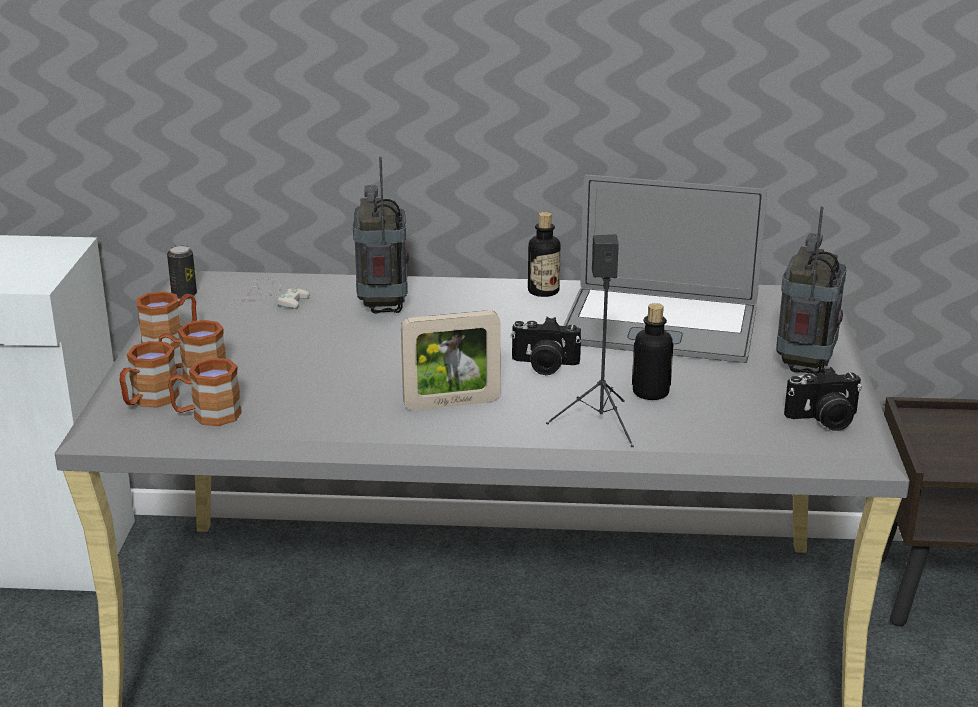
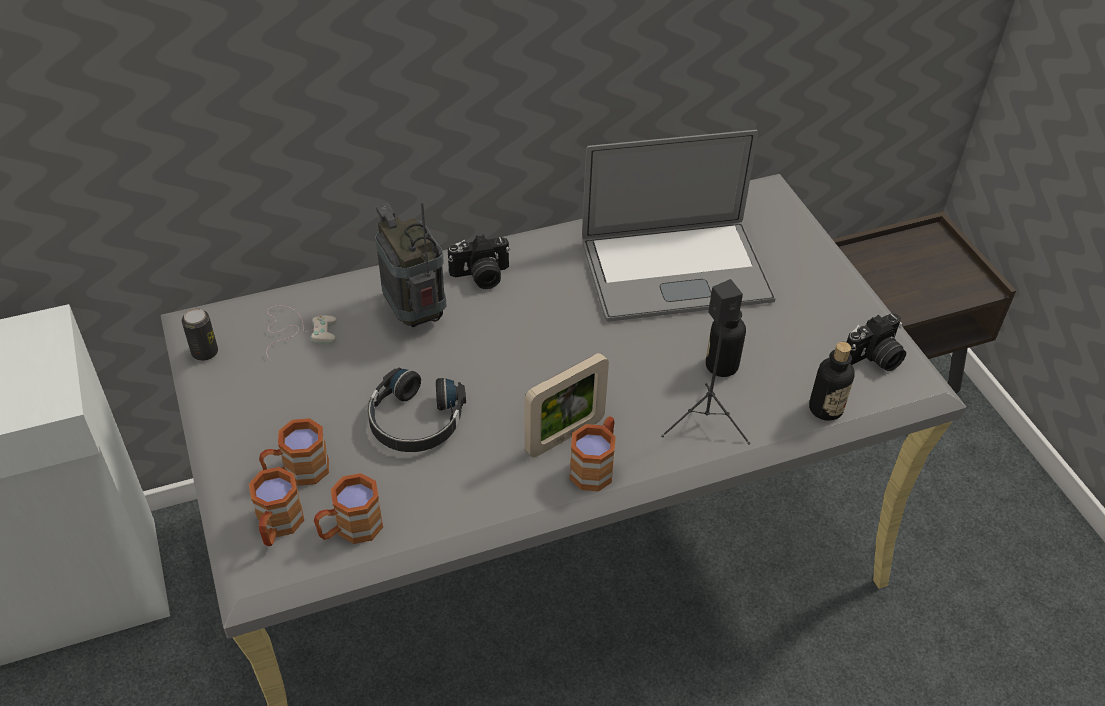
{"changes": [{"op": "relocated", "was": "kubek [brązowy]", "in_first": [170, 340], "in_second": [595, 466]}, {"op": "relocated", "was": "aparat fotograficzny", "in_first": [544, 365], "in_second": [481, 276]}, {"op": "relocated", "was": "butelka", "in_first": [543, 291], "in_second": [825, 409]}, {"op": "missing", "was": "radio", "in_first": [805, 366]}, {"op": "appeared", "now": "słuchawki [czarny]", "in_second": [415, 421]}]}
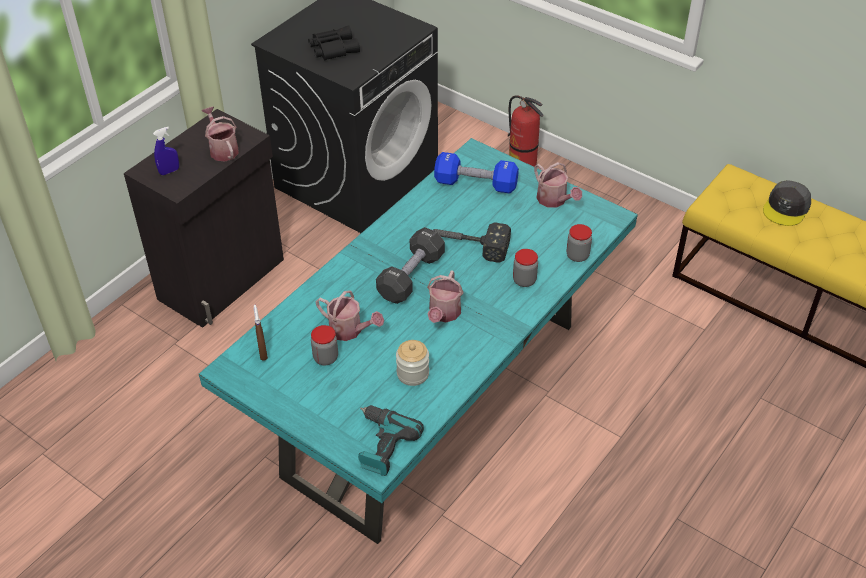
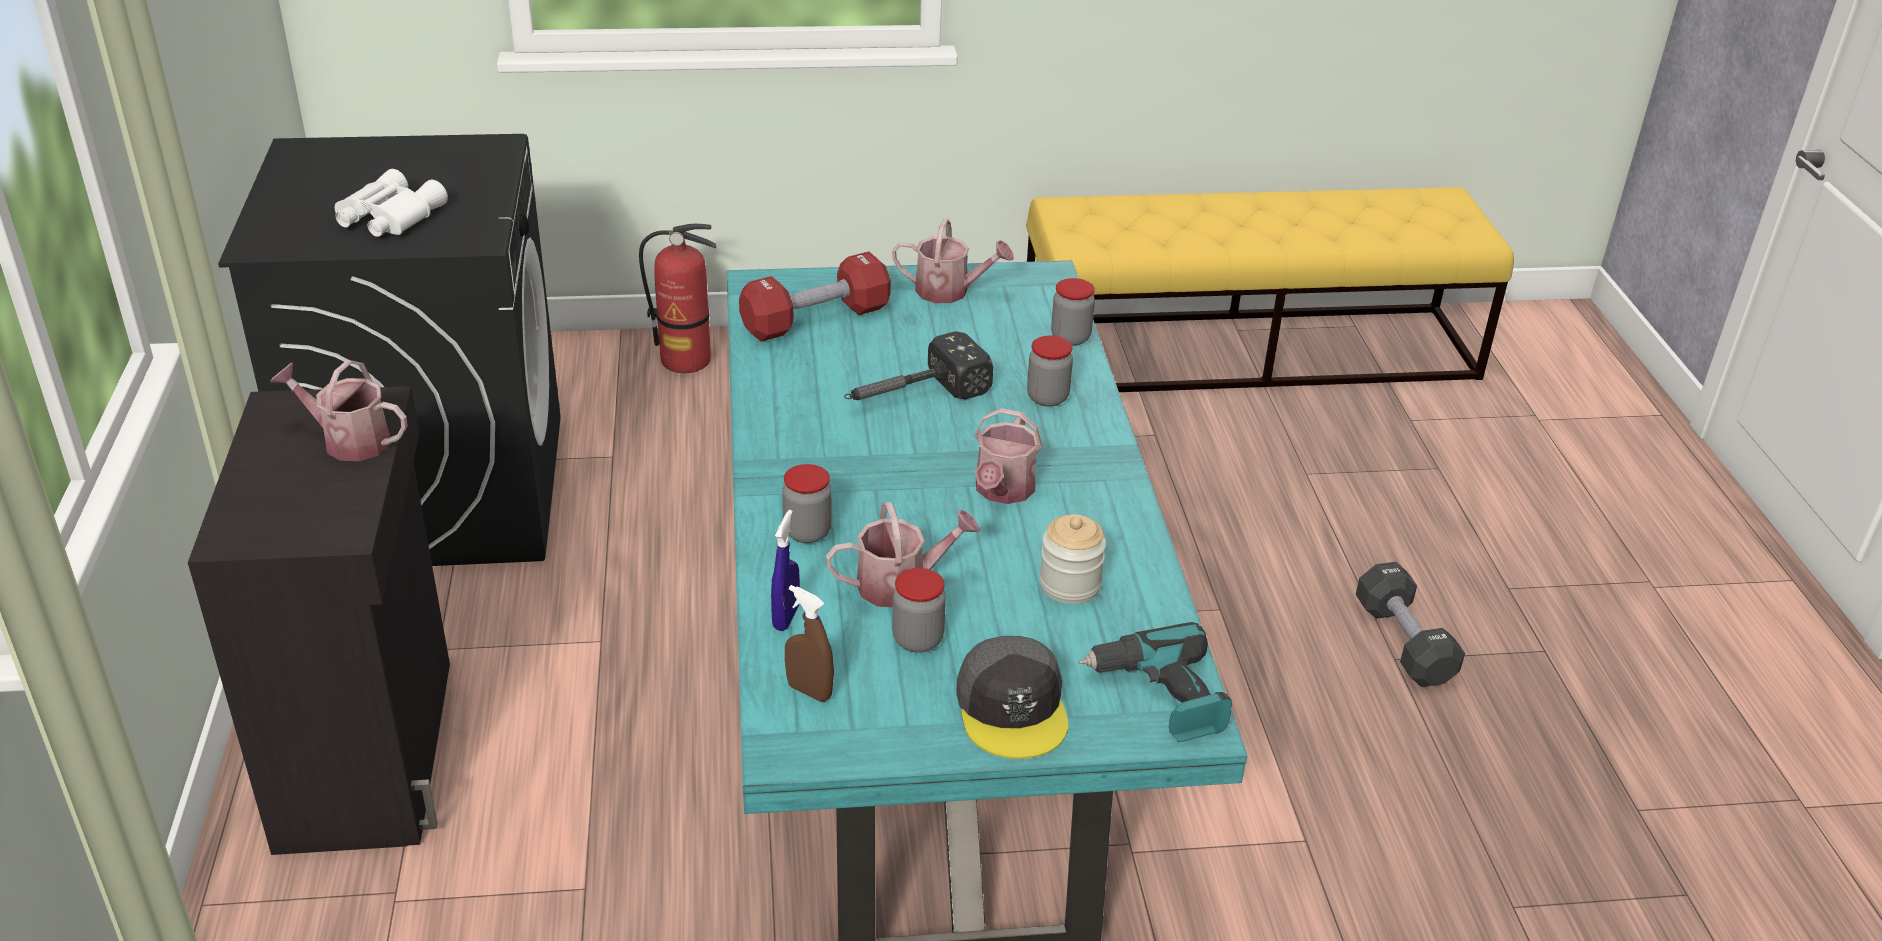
{"changes": [{"op": "relocated", "was": "spryskiwacz [niebieski]", "in_first": [169, 171], "in_second": [786, 617]}, {"op": "colour", "was": "lornetka [czarny]", "now": "lornetka [biały]", "in_first": [332, 48], "in_second": [387, 217]}, {"op": "relocated", "was": "hantel [czarny]", "in_first": [411, 276], "in_second": [1403, 643]}, {"op": "spun", "was": "konewka", "in_first": [443, 314], "in_second": [1002, 491], "clockwise": 45}, {"op": "colour", "was": "hantel [niebieski]", "now": "hantel [czerwony]", "in_first": [476, 184], "in_second": [816, 320]}, {"op": "relocated", "was": "czapka z daszkiem [szary]", "in_first": [786, 208], "in_second": [1012, 708]}, {"op": "appeared", "now": "słoik", "in_second": [807, 532]}]}
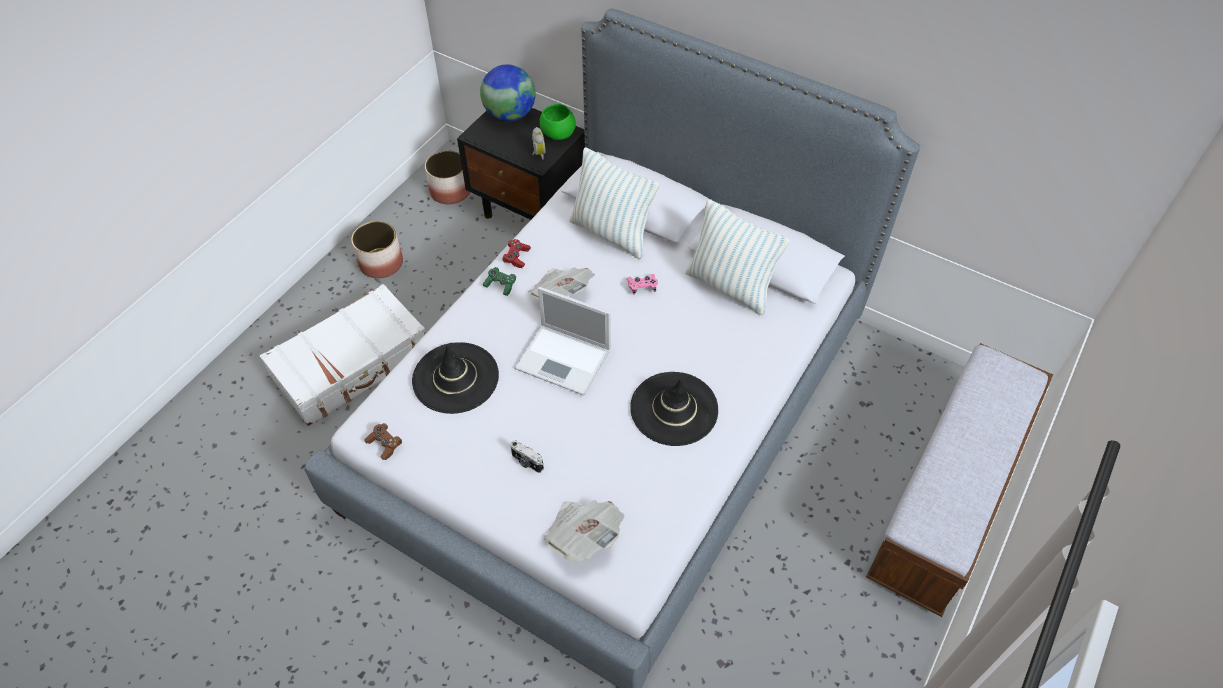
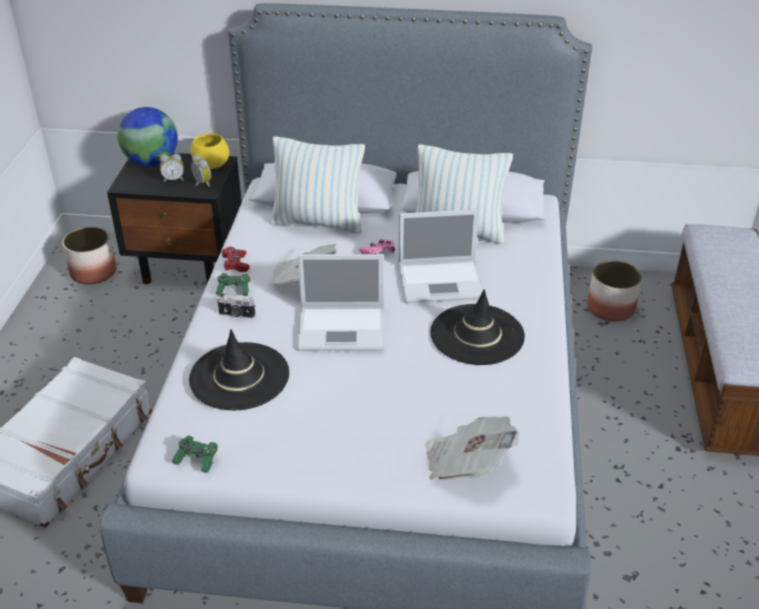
{"changes": [{"op": "relocated", "was": "donica", "in_first": [381, 263], "in_second": [611, 308]}, {"op": "colour", "was": "pad do gier [brązowy]", "now": "pad do gier [zielony]", "in_first": [385, 444], "in_second": [197, 459]}, {"op": "relocated", "was": "aparat fotograficzny", "in_first": [527, 462], "in_second": [237, 315]}, {"op": "colour", "was": "miska [zielony]", "now": "miska [żółty]", "in_first": [558, 133], "in_second": [211, 165]}, {"op": "appeared", "now": "budzik", "in_second": [173, 179]}, {"op": "appeared", "now": "laptop", "in_second": [442, 281]}]}
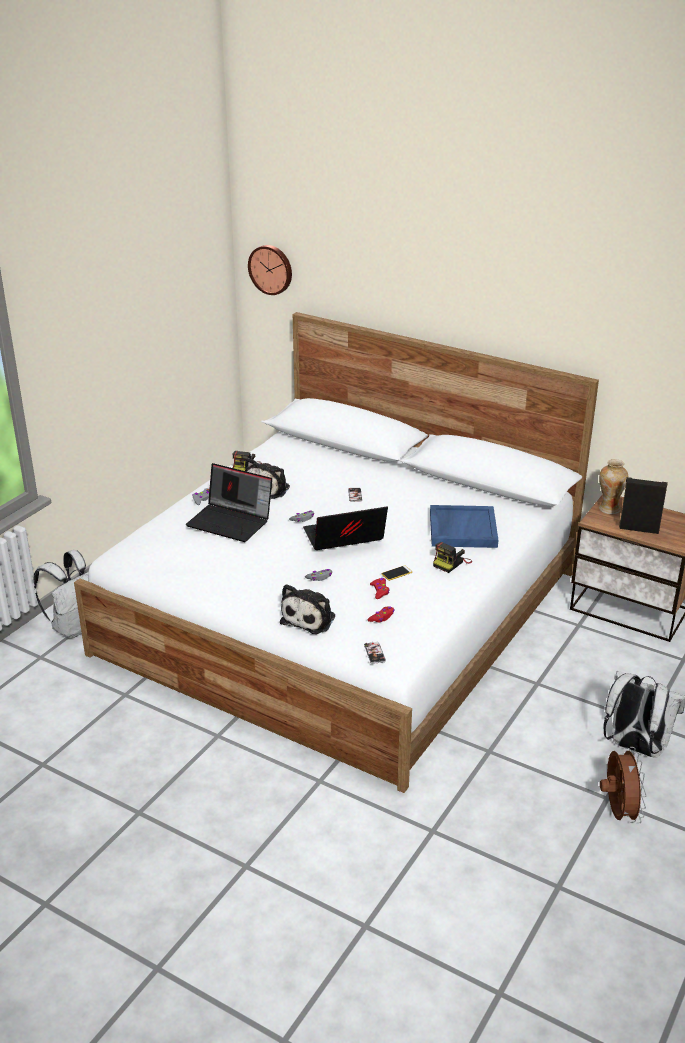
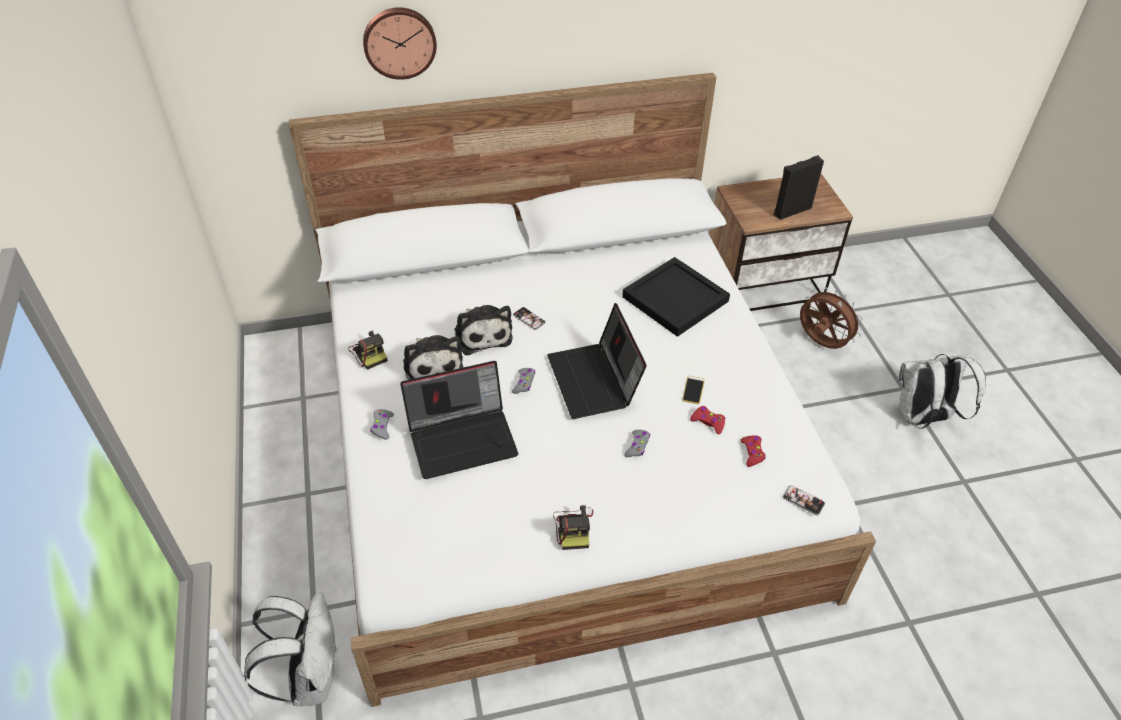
{"changes": [{"op": "relocated", "was": "zegar ścienny", "in_first": [271, 269], "in_second": [399, 42]}, {"op": "relocated", "was": "pluszak", "in_first": [310, 618], "in_second": [482, 334]}, {"op": "spun", "was": "laptop", "in_first": [343, 538], "in_second": [595, 381], "clockwise": -45}, {"op": "colour", "was": "taca [niebieski]", "now": "taca [czarny]", "in_first": [462, 529], "in_second": [674, 299]}, {"op": "relocated", "was": "aparat fotograficzny", "in_first": [451, 563], "in_second": [573, 528]}, {"op": "missing", "was": "wazon", "in_first": [609, 509]}, {"op": "relocated", "was": "wentylator [brązowy]", "in_first": [617, 812], "in_second": [820, 343]}]}
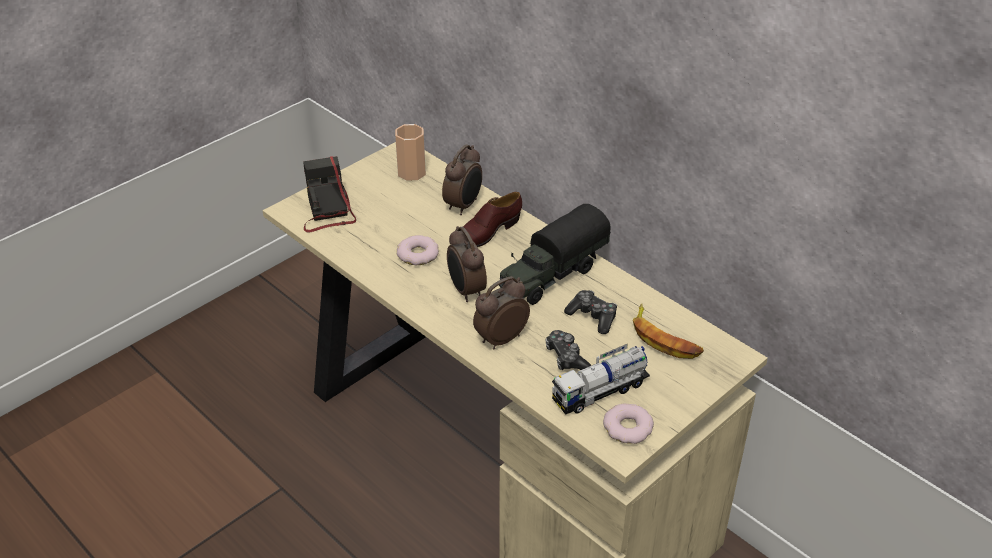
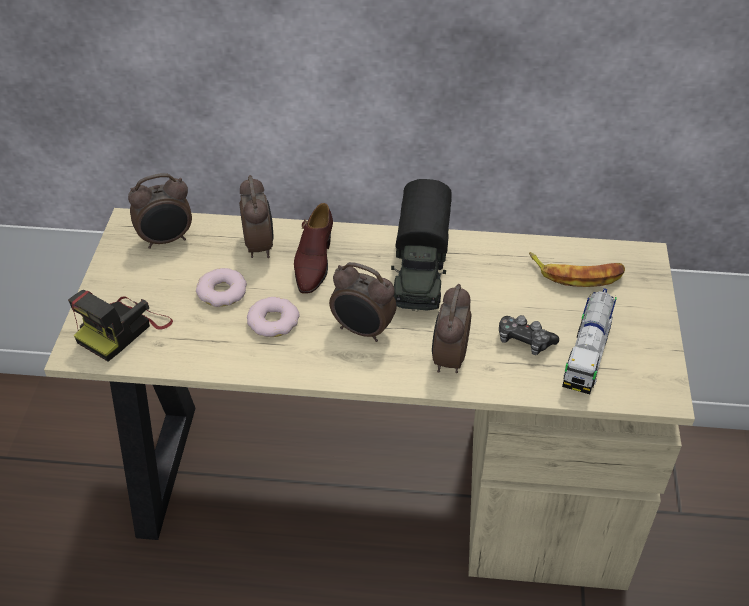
{"changes": [{"op": "spun", "was": "aparat fotograficzny", "in_first": [327, 211], "in_second": [123, 329], "clockwise": -90}, {"op": "exchanged", "was": "filiżanka", "now": "budzik", "in_first": [411, 172], "in_second": [166, 240]}, {"op": "missing", "was": "pad do gier", "in_first": [592, 317]}, {"op": "relocated", "was": "donut", "in_first": [628, 428], "in_second": [222, 292]}]}
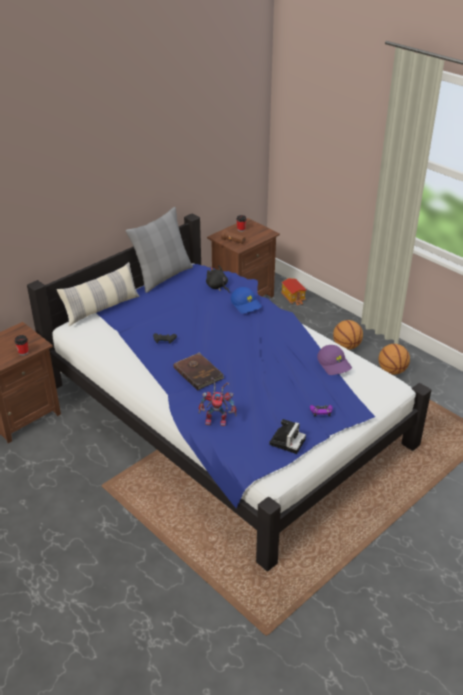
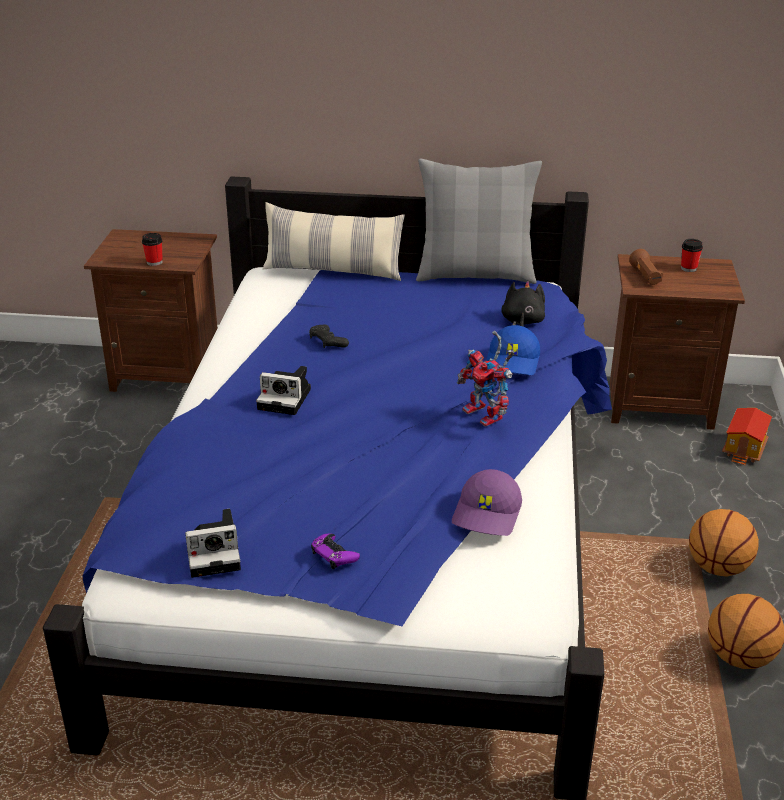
{"changes": [{"op": "exchanged", "was": "książka [brązowy]", "now": "aparat fotograficzny", "in_first": [198, 372], "in_second": [286, 399]}, {"op": "relocated", "was": "robot zabawkowy", "in_first": [218, 420], "in_second": [487, 415]}]}
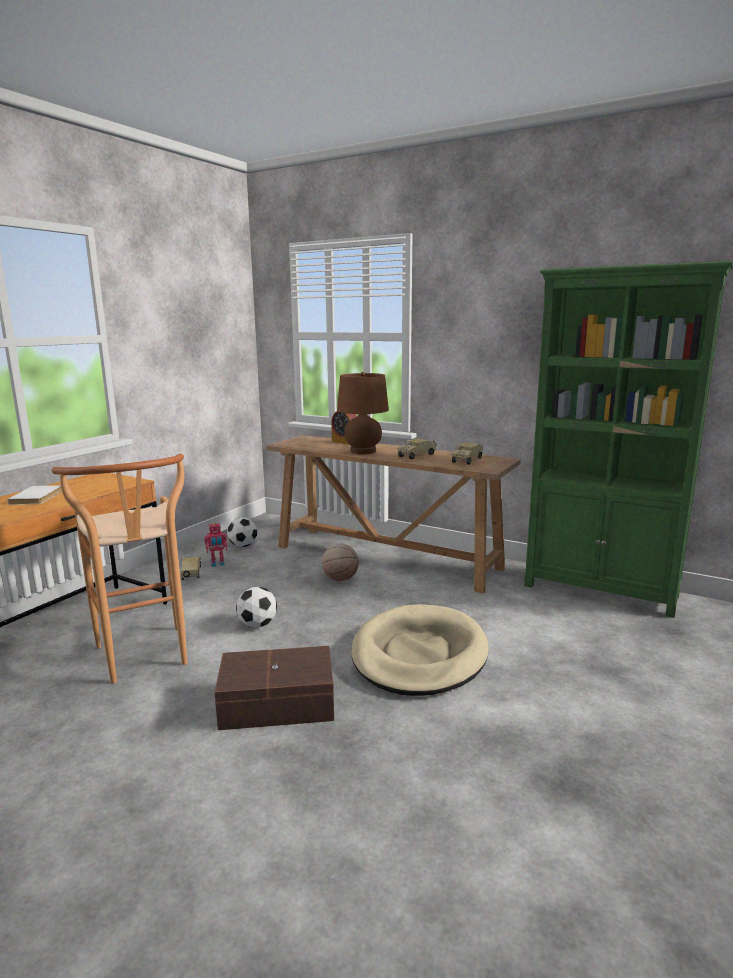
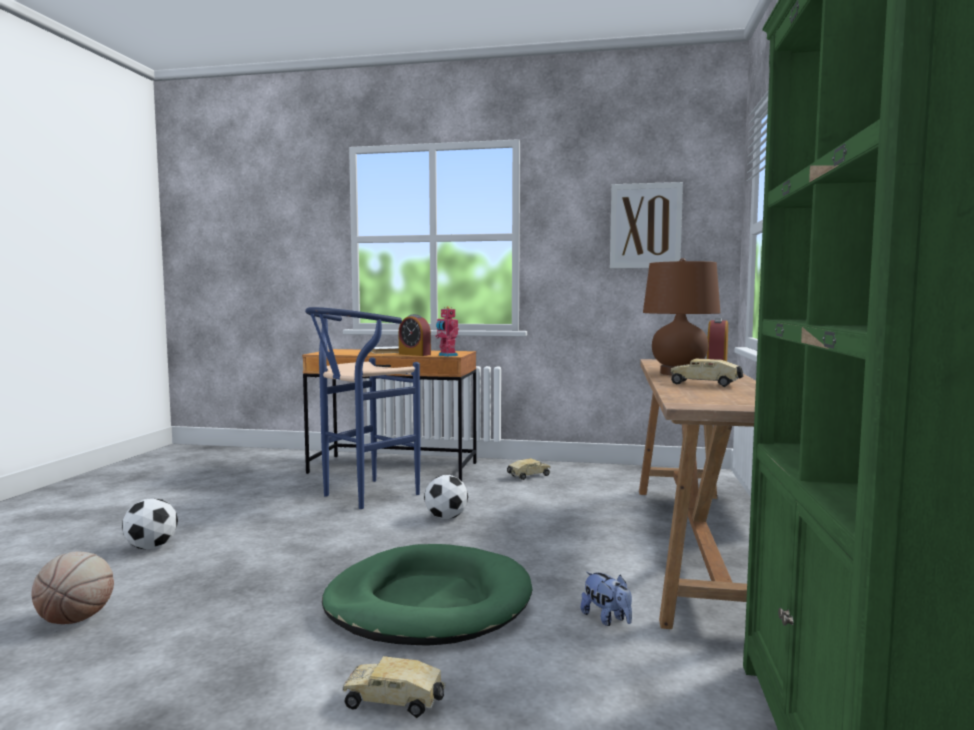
{"changes": [{"op": "colour", "was": "stołek [brązowy]", "now": "stołek [niebieski]", "in_first": [145, 659], "in_second": [362, 496]}, {"op": "relocated", "was": "robot zabawkowy", "in_first": [217, 564], "in_second": [447, 355]}, {"op": "missing", "was": "pojemnik do przechowywania [brązowy]", "in_first": [278, 704]}, {"op": "relocated", "was": "piłka futbolowa", "in_first": [243, 545], "in_second": [151, 547]}, {"op": "relocated", "was": "piłka do koszykówki", "in_first": [340, 579], "in_second": [76, 620]}, {"op": "colour", "was": "legowisko [beżowy]", "now": "legowisko [zielony]", "in_first": [419, 655], "in_second": [428, 602]}, {"op": "relocated", "was": "ciężarówka zabawkowa", "in_first": [467, 460], "in_second": [396, 702]}, {"op": "appeared", "now": "budzik", "in_second": [414, 354]}, {"op": "appeared", "now": "pluszak", "in_second": [607, 619]}, {"op": "appeared", "now": "obraz", "in_second": [645, 226]}]}
